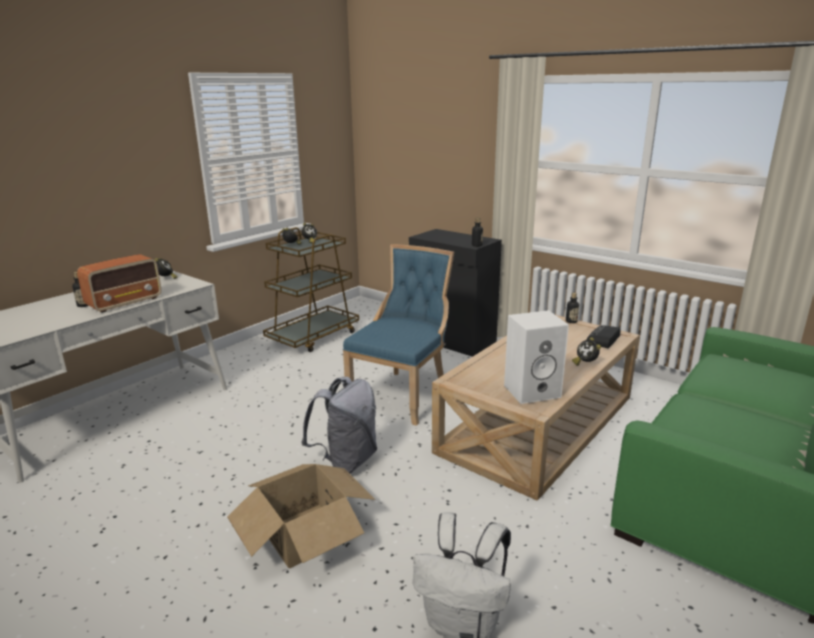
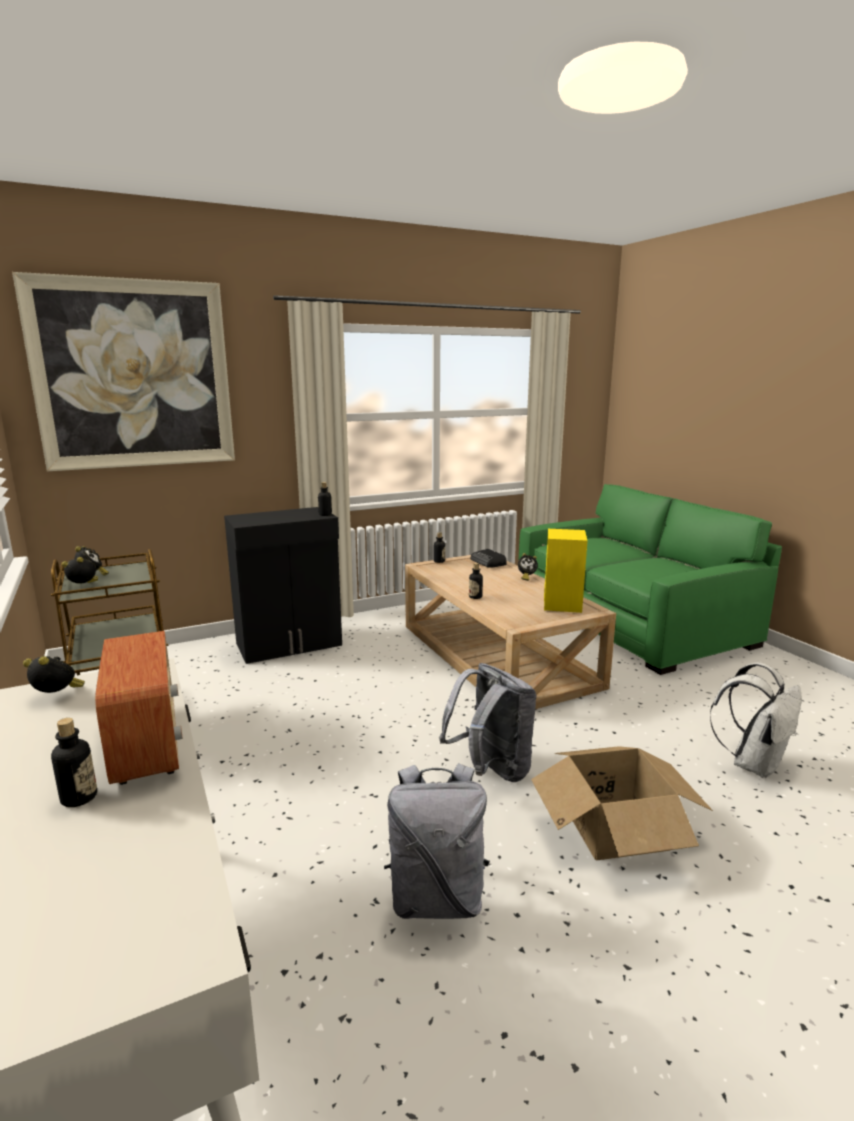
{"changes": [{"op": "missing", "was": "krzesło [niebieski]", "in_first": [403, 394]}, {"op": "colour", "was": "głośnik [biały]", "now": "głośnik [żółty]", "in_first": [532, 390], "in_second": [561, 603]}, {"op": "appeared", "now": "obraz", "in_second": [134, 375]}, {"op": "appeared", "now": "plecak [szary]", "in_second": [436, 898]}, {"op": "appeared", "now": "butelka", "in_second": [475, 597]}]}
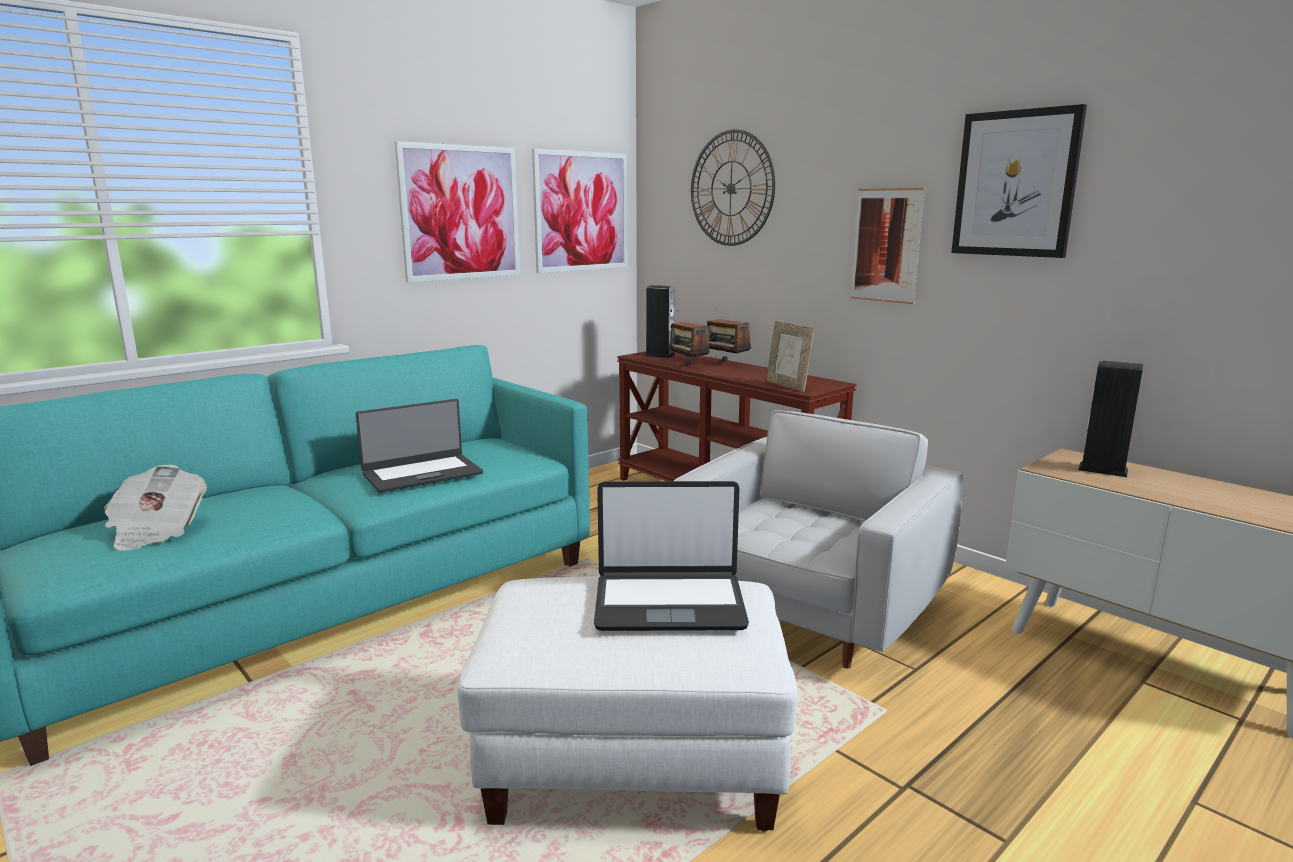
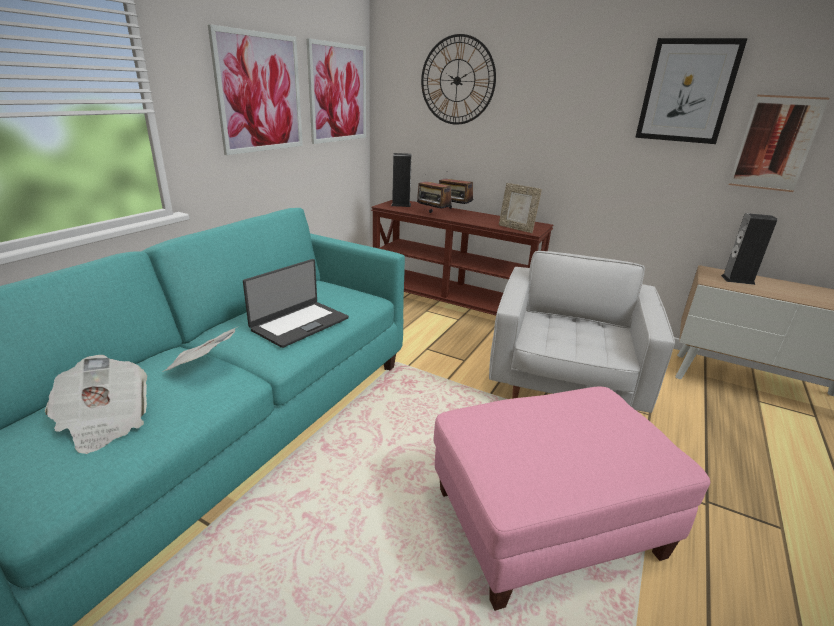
{"changes": [{"op": "colour", "was": "pufa [biały]", "now": "pufa [różowy]", "in_first": [633, 759], "in_second": [545, 524]}, {"op": "missing", "was": "laptop", "in_first": [669, 603]}, {"op": "relocated", "was": "obraz", "in_first": [887, 245], "in_second": [775, 144]}, {"op": "appeared", "now": "gazeta", "in_second": [203, 366]}]}
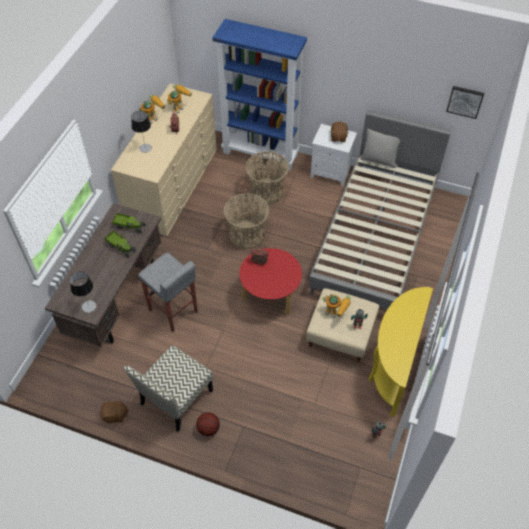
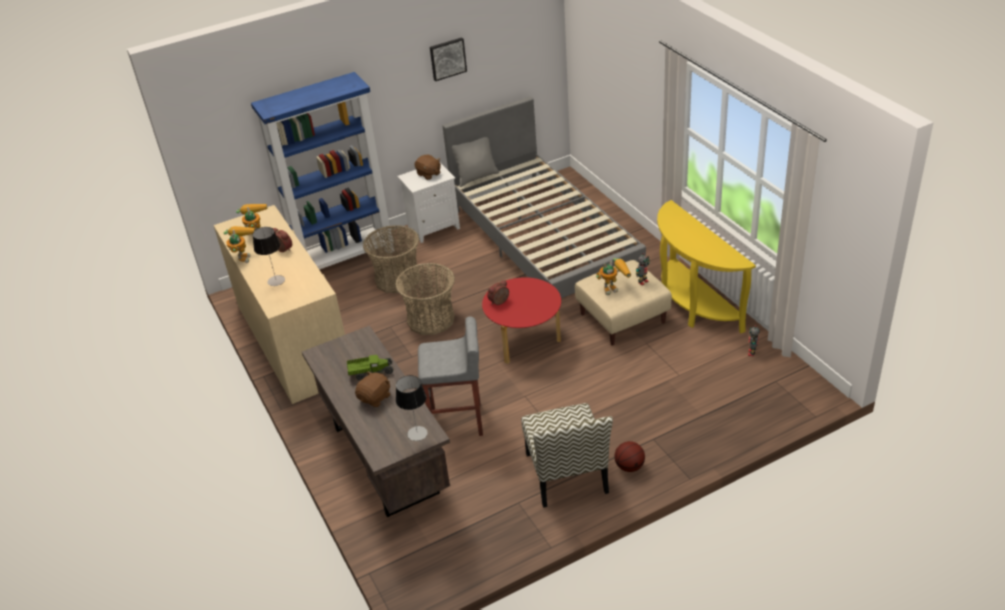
{"changes": [{"op": "relocated", "was": "pluszak [brązowy]", "in_first": [115, 415], "in_second": [375, 398]}, {"op": "missing", "was": "ciężarówka zabawkowa", "in_first": [129, 226]}, {"op": "relocated", "was": "obraz", "in_first": [465, 101], "in_second": [447, 58]}]}
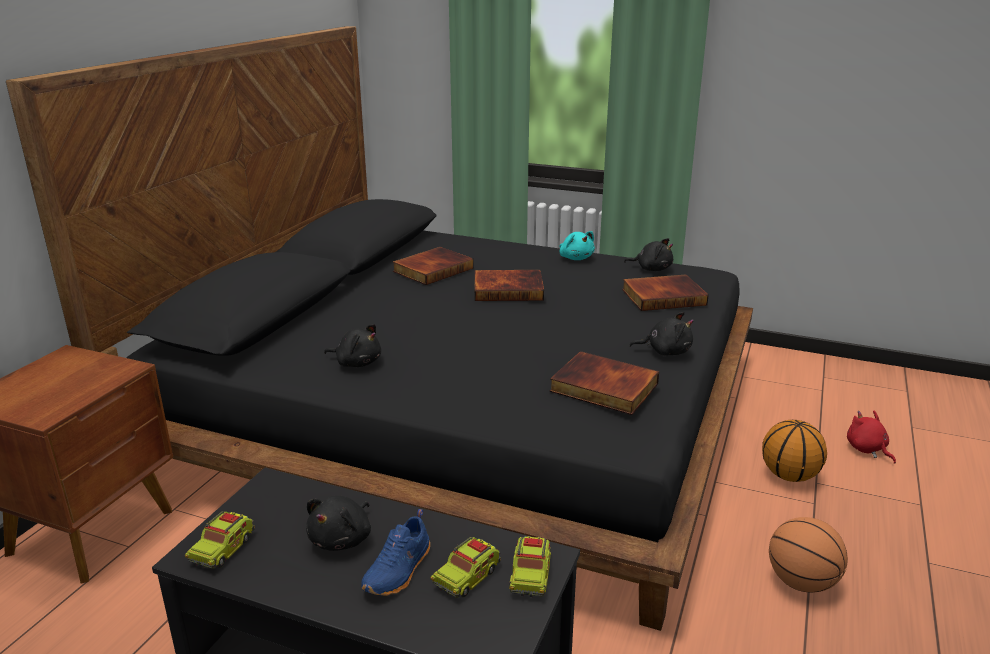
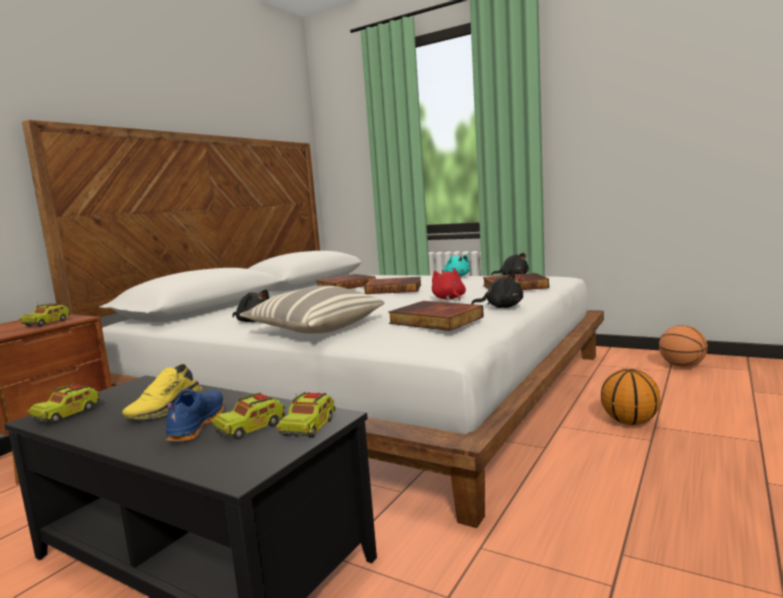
{"changes": [{"op": "colour", "was": "łóżko [czarny]", "now": "łóżko [biały]", "in_first": [466, 412], "in_second": [364, 388]}, {"op": "exchanged", "was": "pluszak [czarny]", "now": "but [żółty]", "in_first": [342, 539], "in_second": [166, 408]}, {"op": "spun", "was": "but [niebieski]", "in_first": [399, 571], "in_second": [195, 425], "clockwise": 150}, {"op": "relocated", "was": "piłka do koszykówki", "in_first": [801, 582], "in_second": [682, 366]}, {"op": "relocated", "was": "pluszak [czerwony]", "in_first": [867, 449], "in_second": [449, 299]}, {"op": "appeared", "now": "ciężarówka zabawkowa", "in_second": [47, 323]}, {"op": "appeared", "now": "poduszka", "in_second": [314, 329]}]}
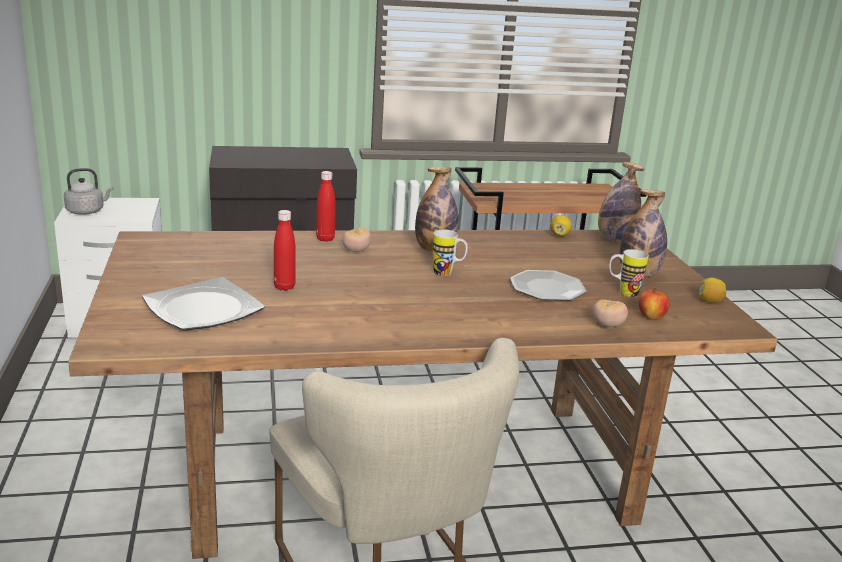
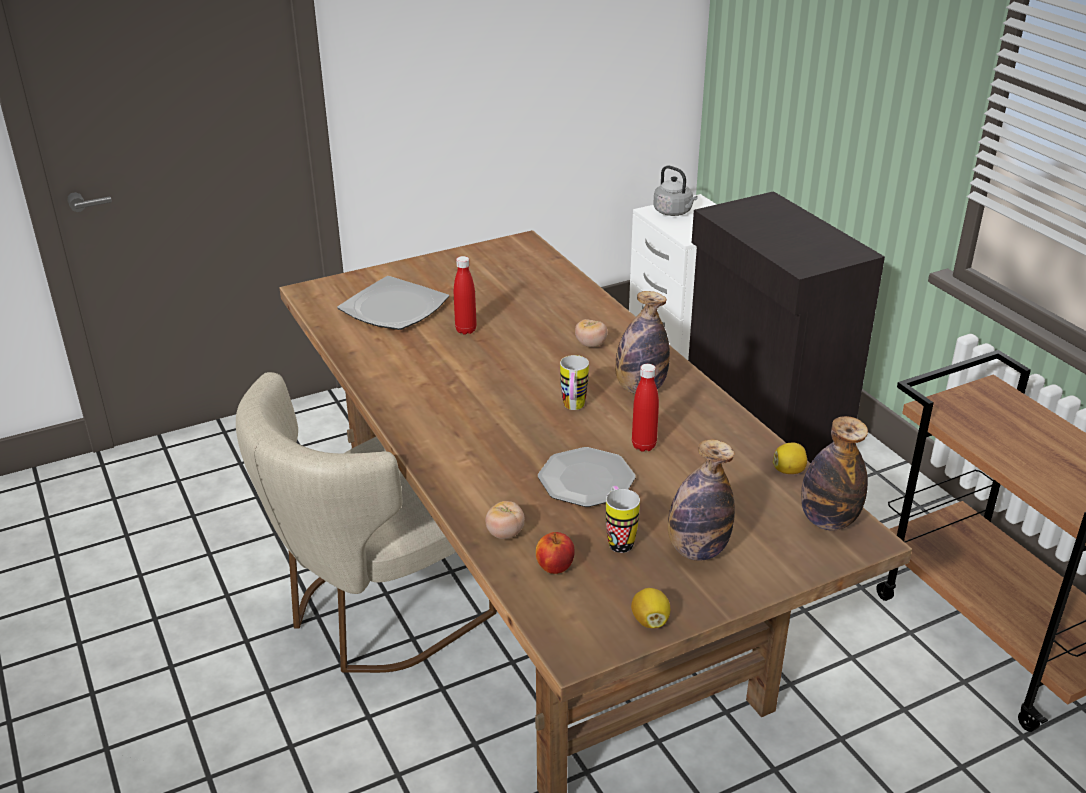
{"changes": [{"op": "relocated", "was": "butelka [czerwony]", "in_first": [325, 239], "in_second": [644, 445]}]}
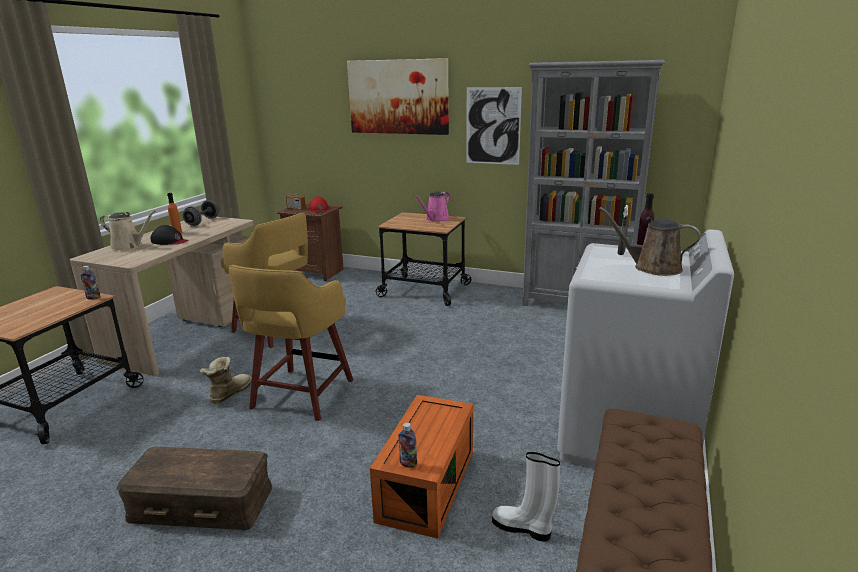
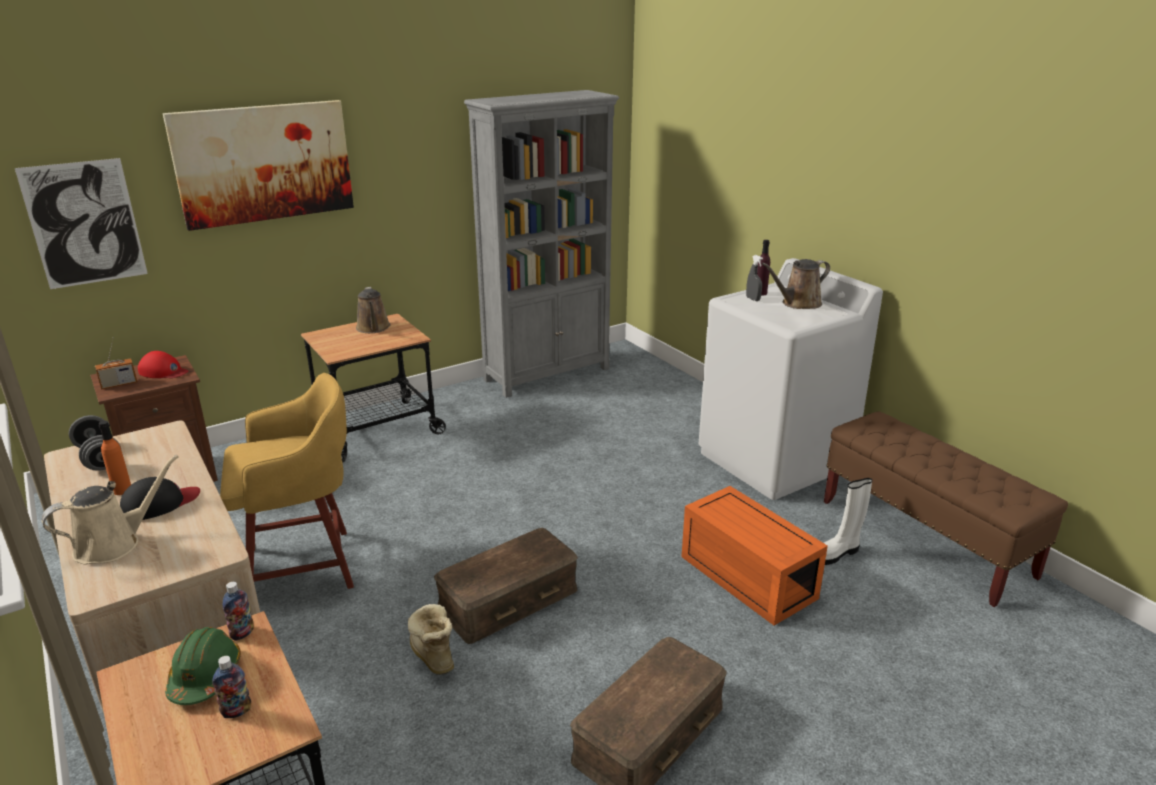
{"changes": [{"op": "exchanged", "was": "stołek [żółty]", "now": "pojemnik do przechowywania [brązowy]", "in_first": [300, 395], "in_second": [509, 600]}, {"op": "relocated", "was": "butelka", "in_first": [408, 464], "in_second": [236, 711]}, {"op": "colour", "was": "konewka [różowy]", "now": "konewka [brązowy]", "in_first": [435, 219], "in_second": [373, 328]}, {"op": "relocated", "was": "obraz", "in_first": [493, 126], "in_second": [84, 224]}, {"op": "appeared", "now": "kask [zielony]", "in_second": [205, 676]}]}
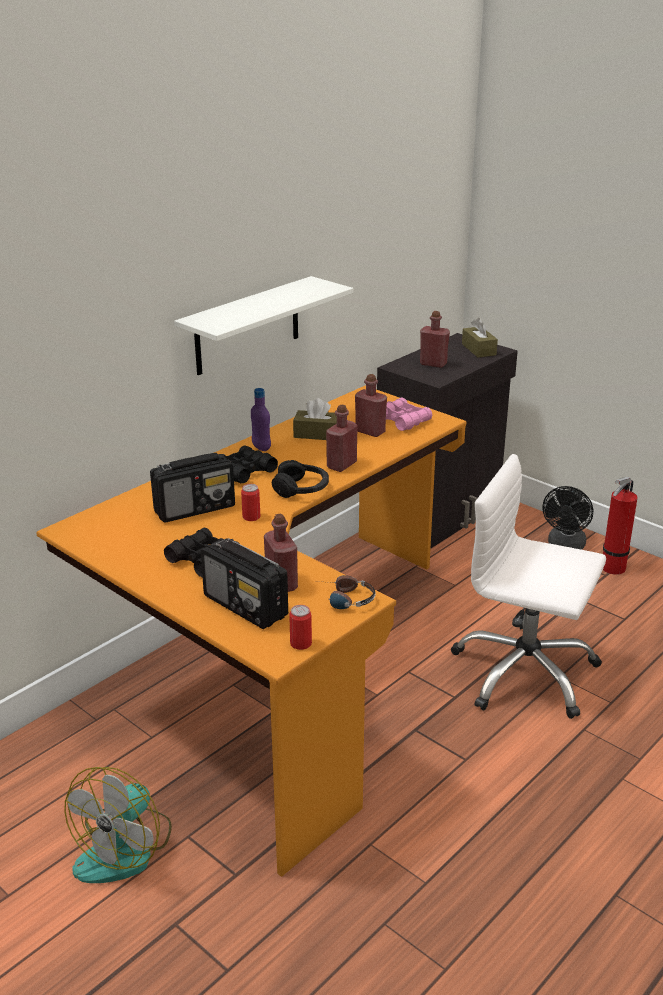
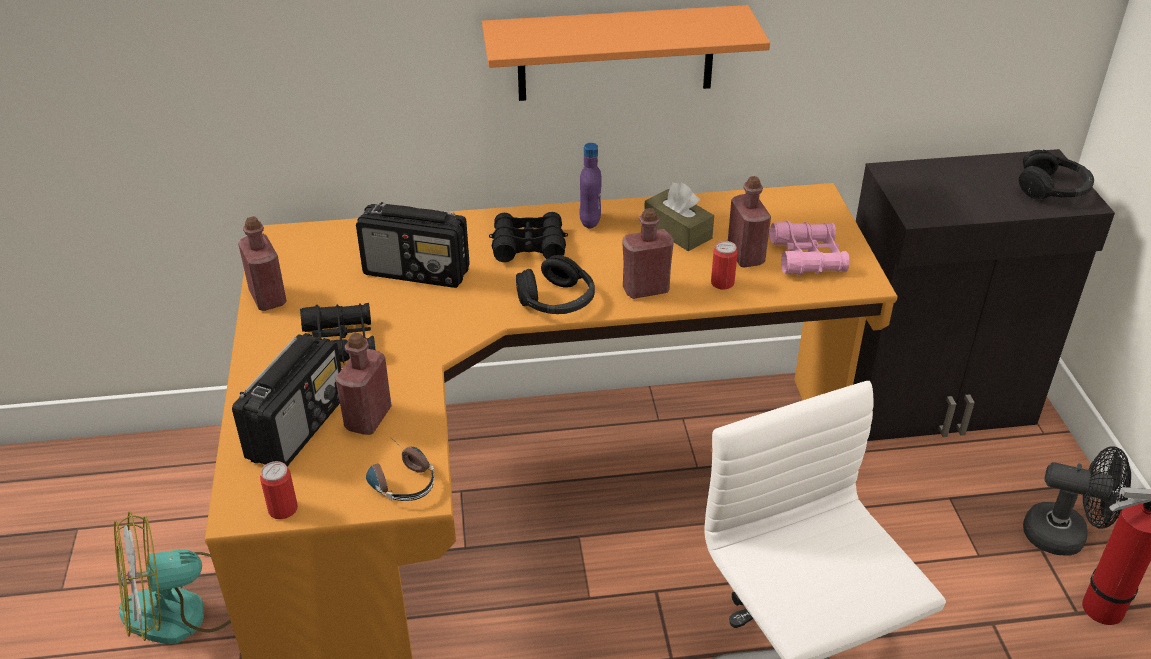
{"changes": [{"op": "colour", "was": "półka [biały]", "now": "półka [pomarańczowy]", "in_first": [247, 326], "in_second": [615, 53]}, {"op": "spun", "was": "radio", "in_first": [246, 606], "in_second": [298, 427], "clockwise": -150}, {"op": "relocated", "was": "puszka", "in_first": [251, 517], "in_second": [722, 283]}, {"op": "relocated", "was": "butelka [czerwony]", "in_first": [433, 364], "in_second": [268, 298]}, {"op": "exchanged", "was": "pudełko chusteczek [brązowy]", "now": "słuchawki [czarny]", "in_first": [478, 349], "in_second": [1052, 189]}, {"op": "spun", "was": "wentylator [czarny]", "in_first": [565, 546], "in_second": [1065, 536], "clockwise": -135}]}
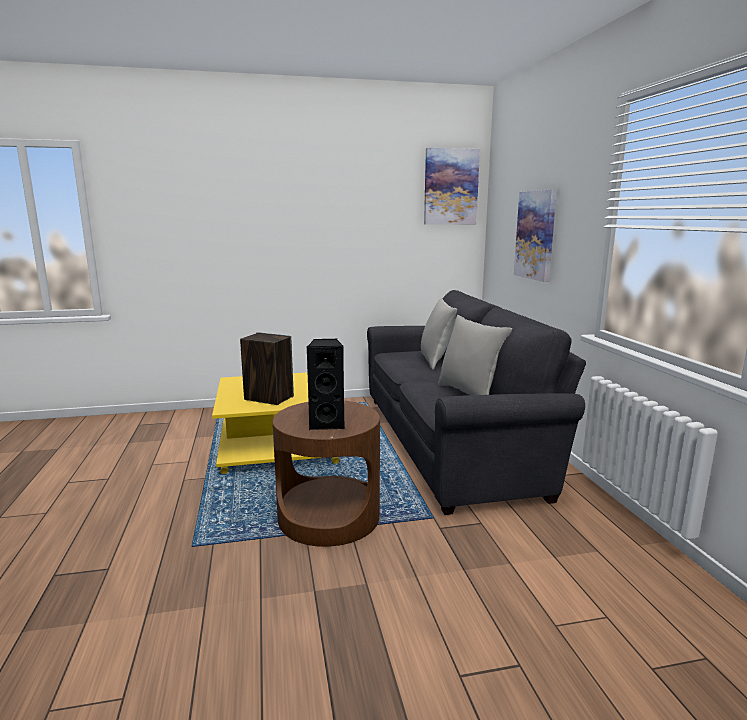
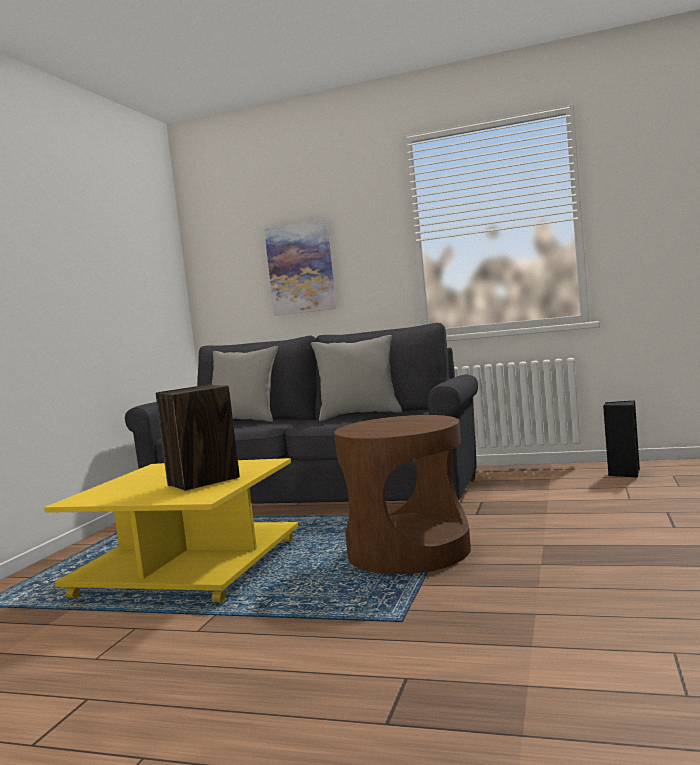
{"changes": [{"op": "relocated", "was": "głośnik [czarny]", "in_first": [327, 423], "in_second": [624, 473]}, {"op": "missing", "was": "obraz", "in_first": [450, 187]}]}
